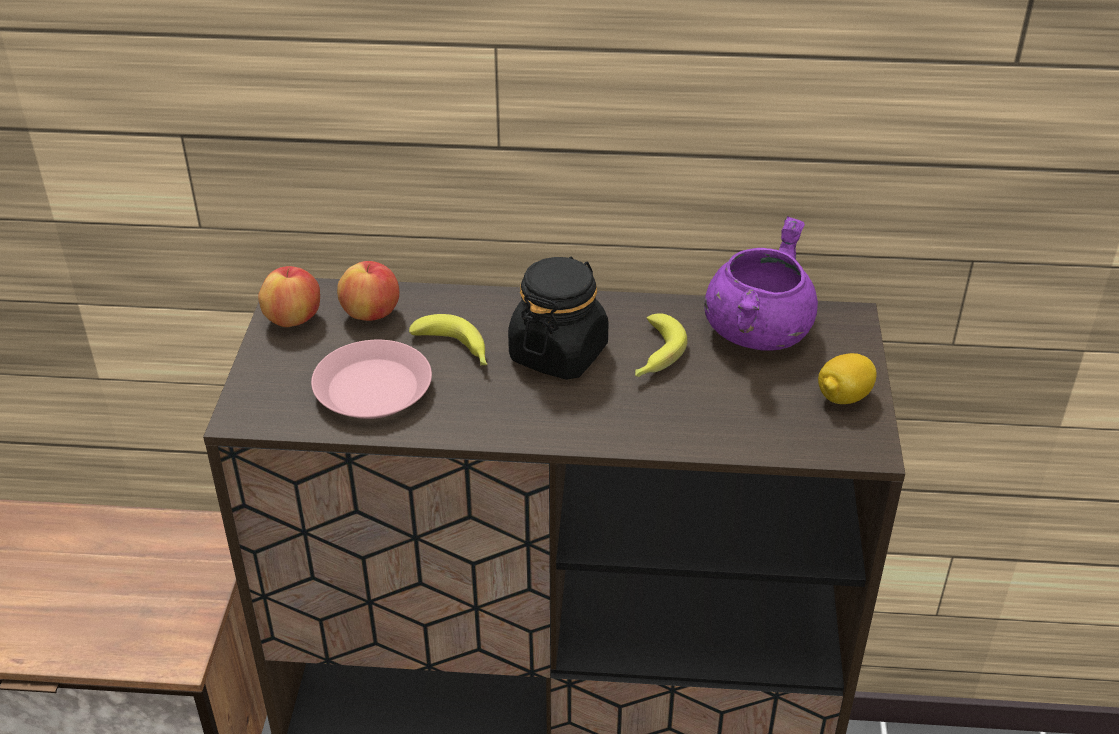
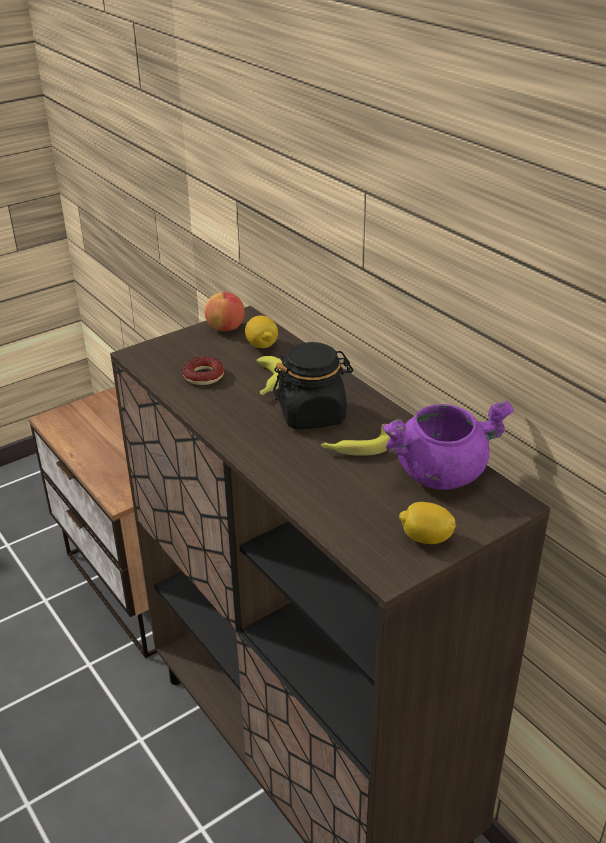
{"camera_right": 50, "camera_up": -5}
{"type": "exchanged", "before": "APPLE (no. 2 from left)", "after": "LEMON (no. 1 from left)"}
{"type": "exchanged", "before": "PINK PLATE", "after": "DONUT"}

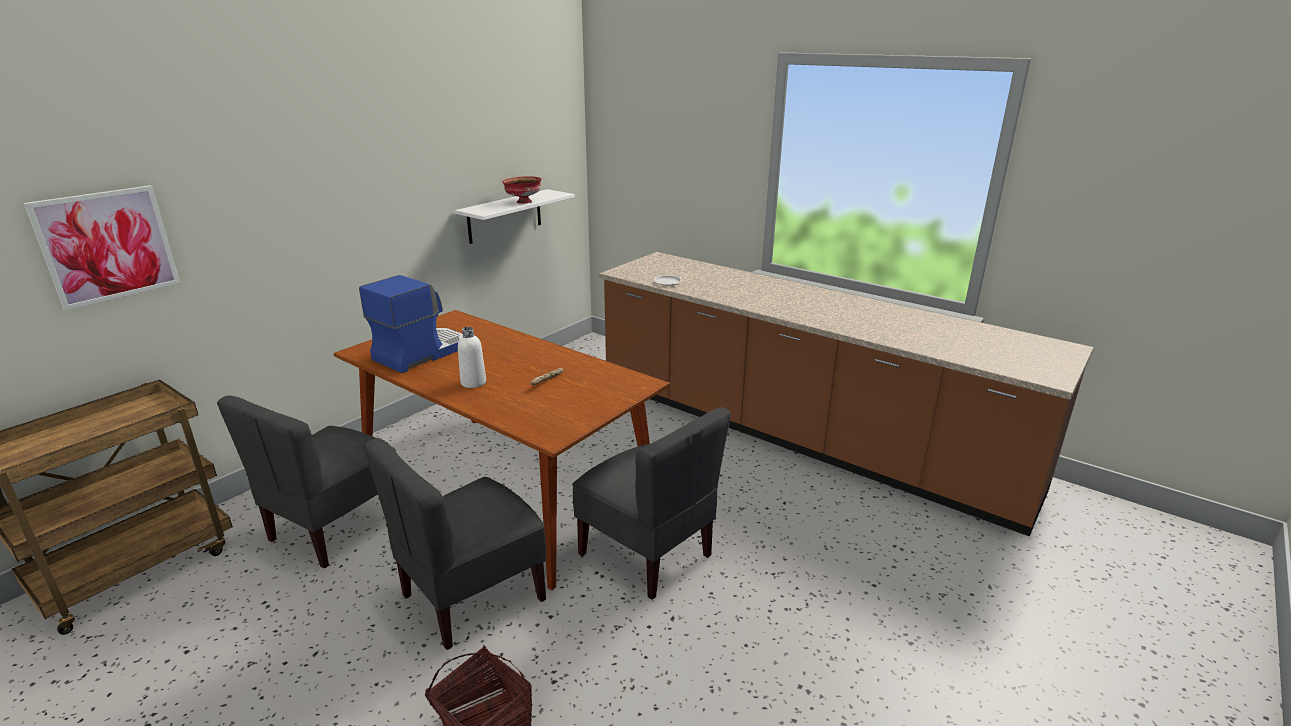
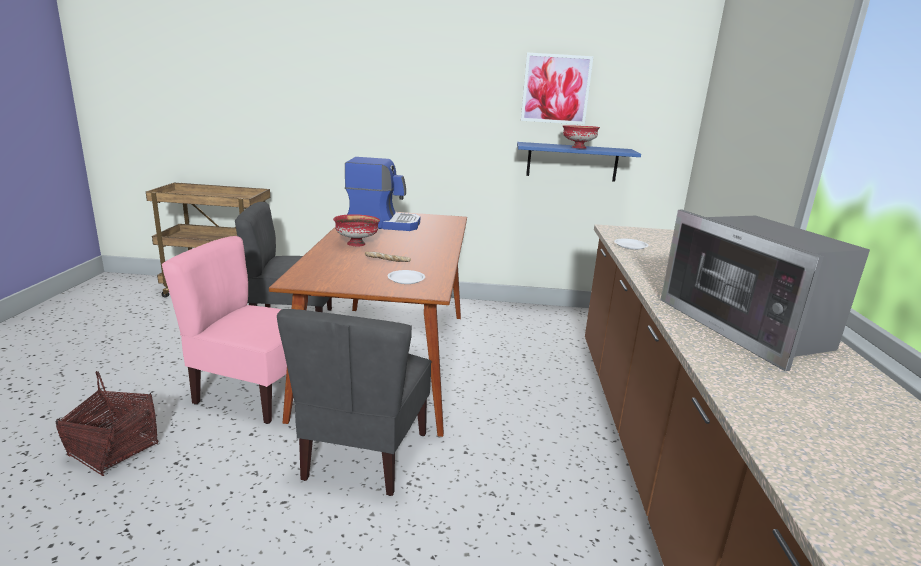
{"camera_right": 55, "camera_up": -5}
{"type": "relocated", "before": "PICTURE"}
{"type": "colour", "before": "WHITE SHELF", "after": "BLUE SHELF"}
{"type": "exchanged", "before": "WHITE BOTTLE", "after": "RED BOWL (no. 1 from left)"}
{"type": "colour", "before": "GREY CHAIR (no. 2 from left)", "after": "PINK CHAIR"}
{"type": "appeared", "after": "MICROWAVE"}
{"type": "appeared", "after": "WHITE PLATE (no. 1 from left)"}

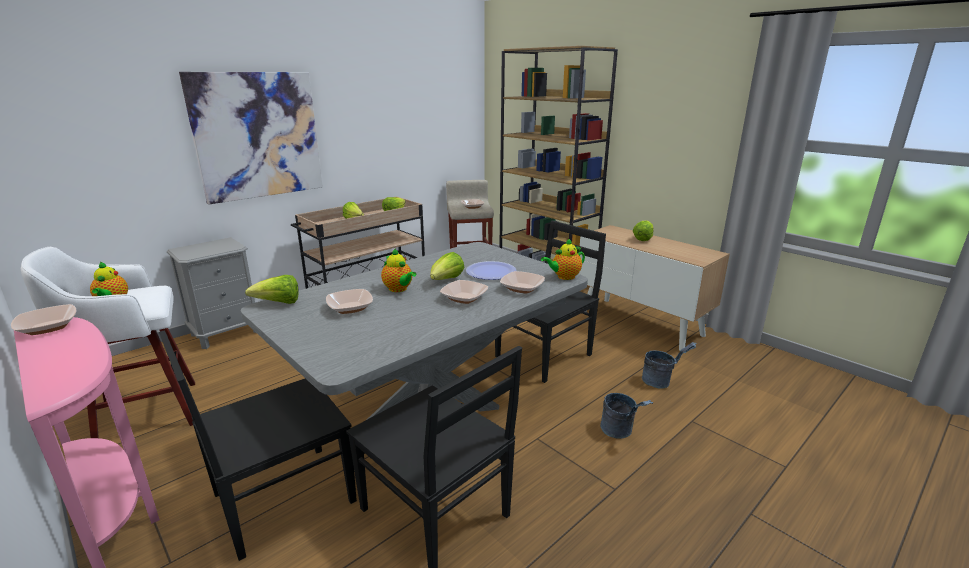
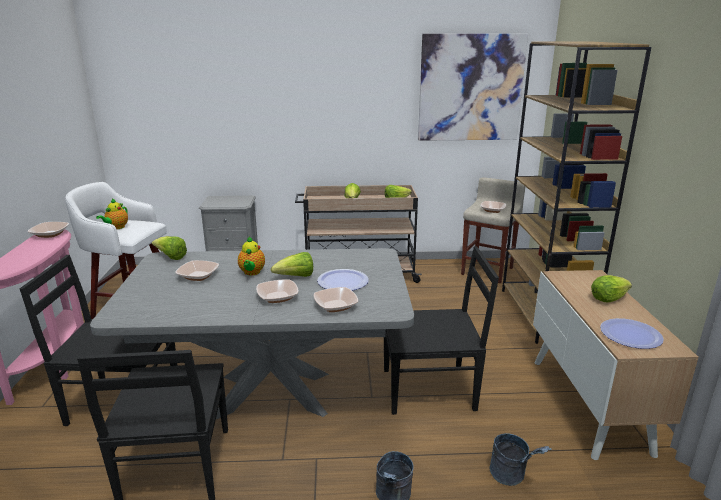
{"camera_right": 40, "camera_up": 0}
{"type": "relocated", "before": "PICTURE"}
{"type": "missing", "before": "TEAPOT (no. 3 from left)"}
{"type": "appeared", "after": "PLATE (no. 2 from left)"}

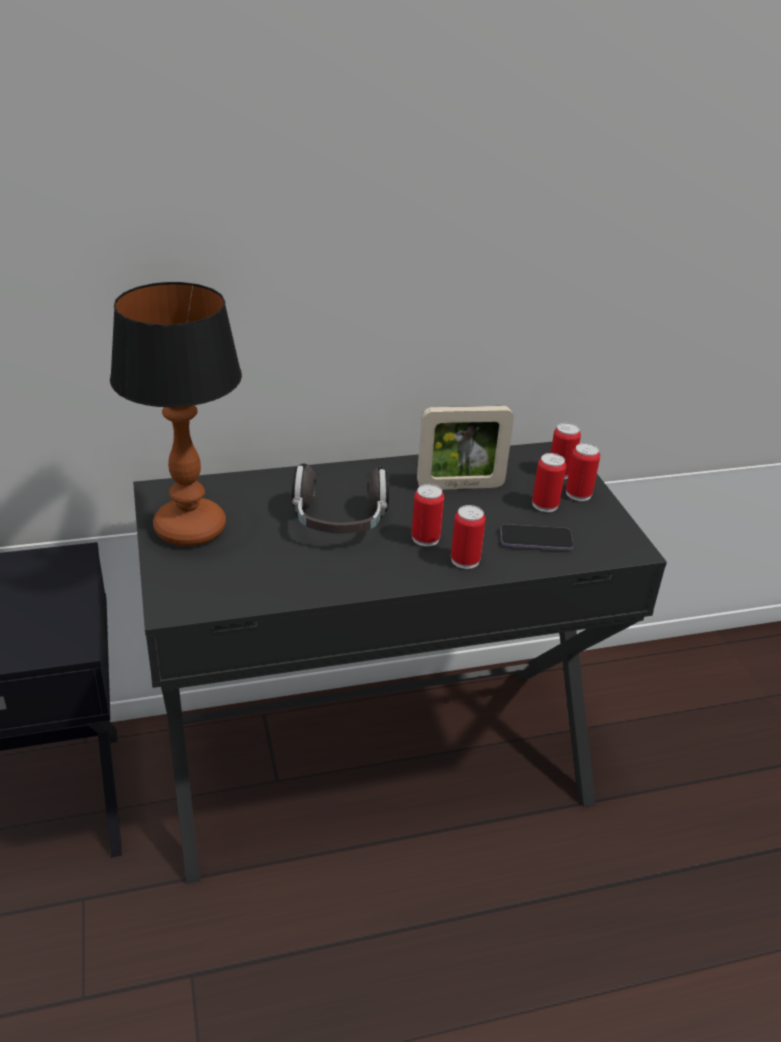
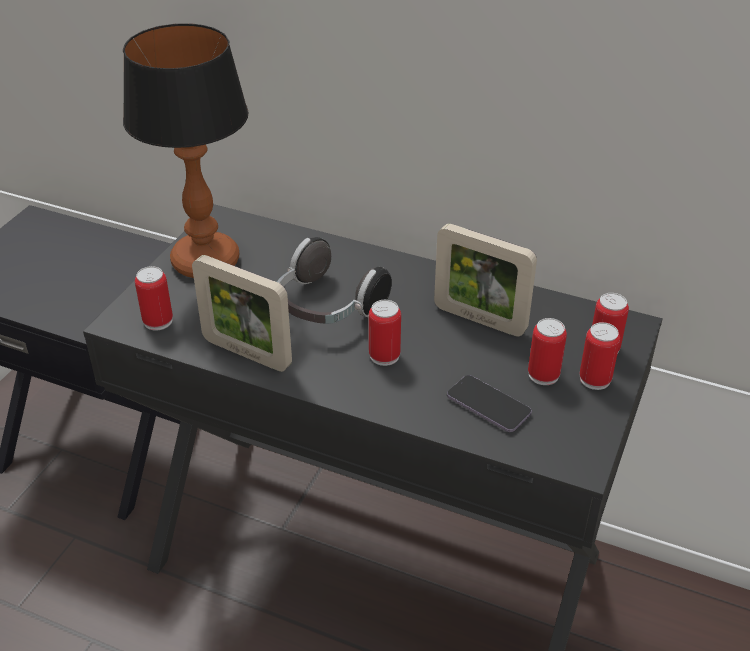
{"camera_right": 40, "camera_up": 5}
{"type": "relocated", "before": "CAN (no. 2 from left in the first image)", "after": "CAN (no. 1 from left)"}
{"type": "appeared", "after": "PICTURE FRAME (no. 1 from left)"}

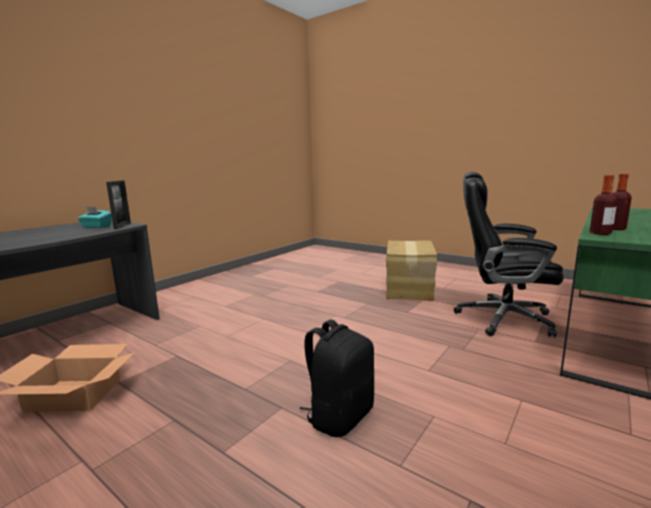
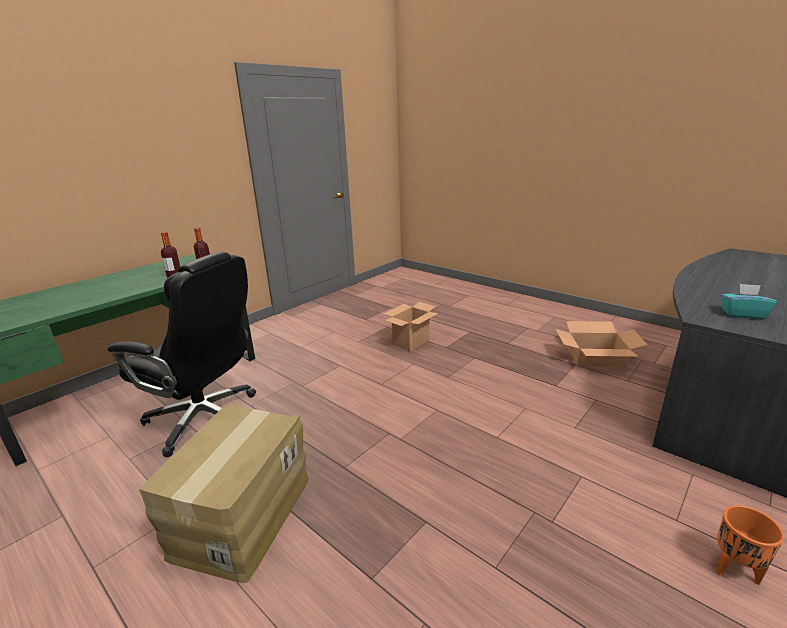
{"camera_right": -175, "camera_up": 10}
{"type": "missing", "before": "PICTURE FRAME"}
{"type": "exchanged", "before": "BLACK BACKPACK", "after": "CARDBOARD BOX (no. 2 from left)"}
{"type": "appeared", "after": "ORANGE PLANTER"}

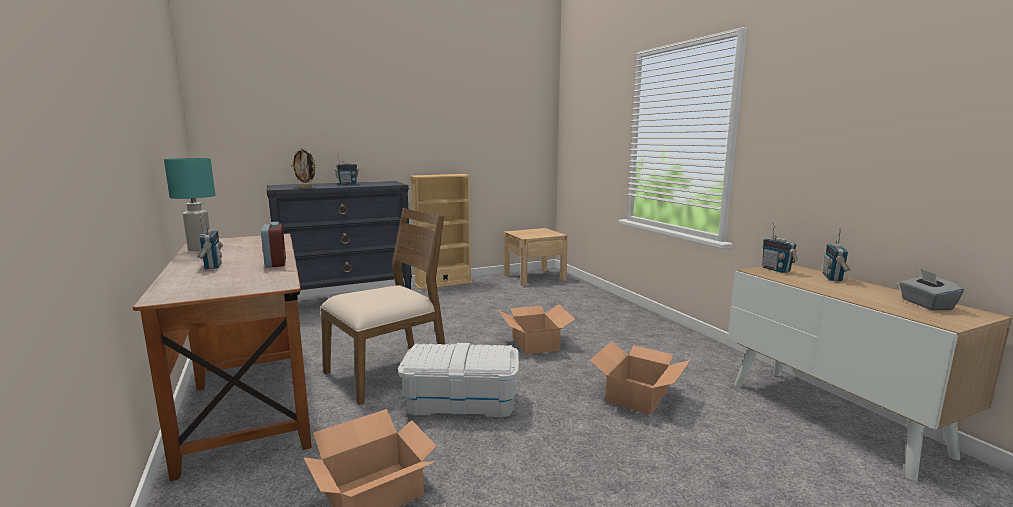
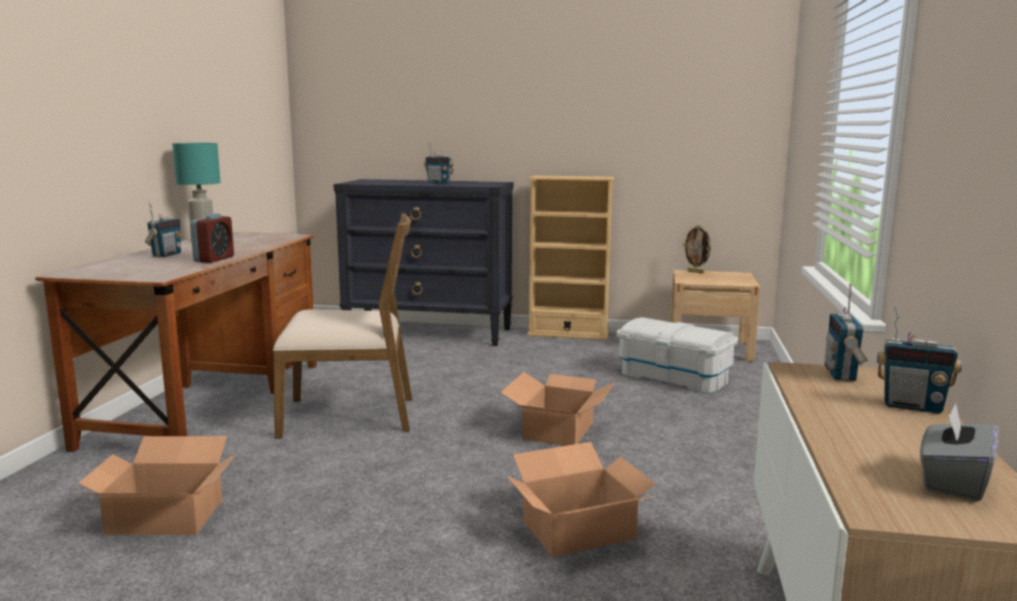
{"camera_right": 35, "camera_up": 0}
{"type": "relocated", "before": "PICTURE FRAME"}
{"type": "spun", "before": "RADIO (no. 4 from left)", "turn": -120}
{"type": "relocated", "before": "WHITE STORAGE BOX"}

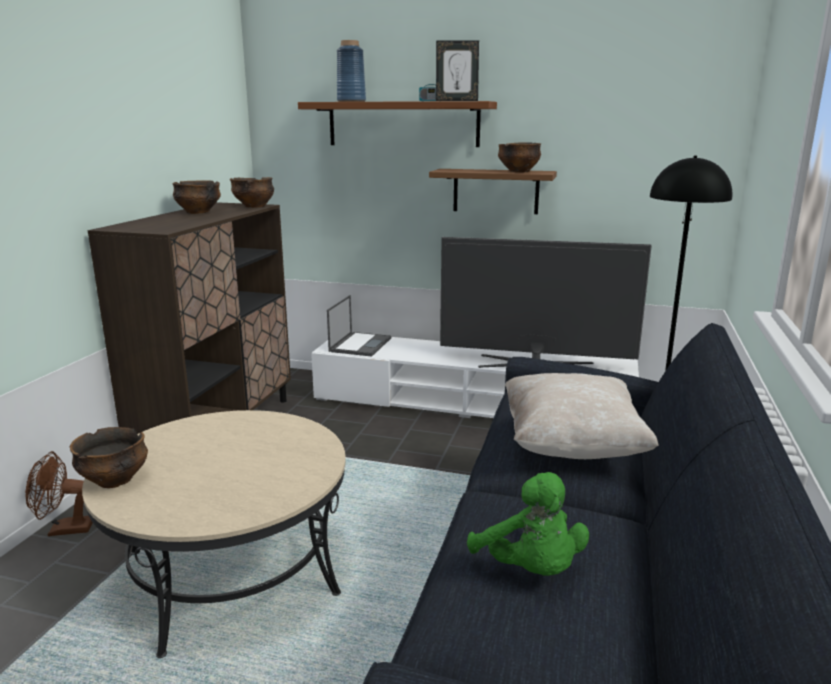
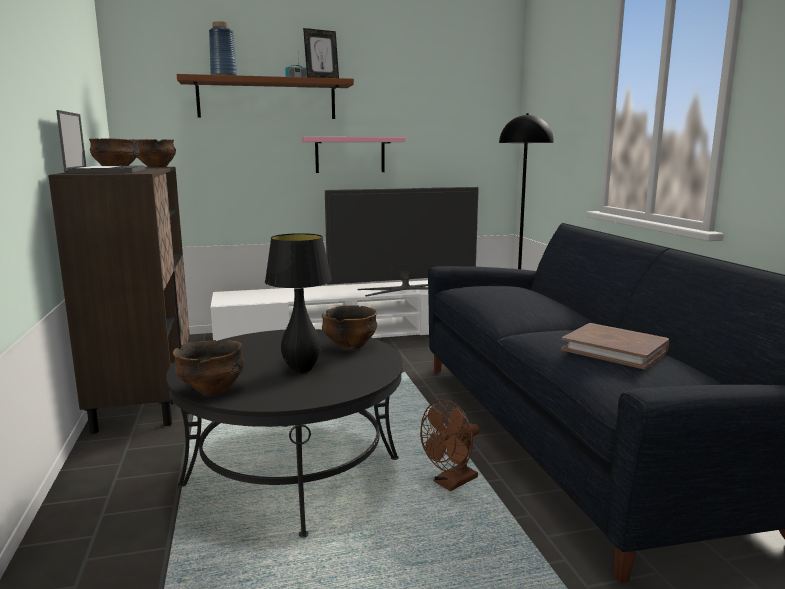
{"camera_right": -30, "camera_up": -5}
{"type": "relocated", "before": "BOWL (no. 4 from left)"}
{"type": "colour", "before": "BROWN SHELF (no. 2 from left)", "after": "PINK SHELF"}
{"type": "relocated", "before": "LAPTOP"}
{"type": "missing", "before": "BEIGE PILLOW"}
{"type": "colour", "before": "BEIGE COFFEE TABLE", "after": "BLACK COFFEE TABLE"}
{"type": "relocated", "before": "BROWN FAN"}
{"type": "exchanged", "before": "GREEN PLUSH TOY", "after": "BROWN BOOK"}
{"type": "appeared", "after": "BLACK TABLE LAMP"}

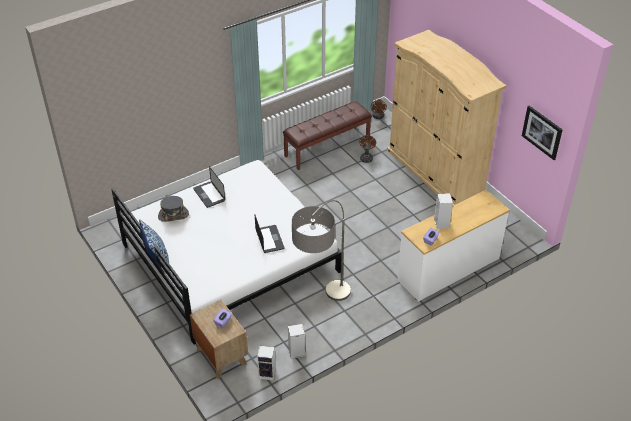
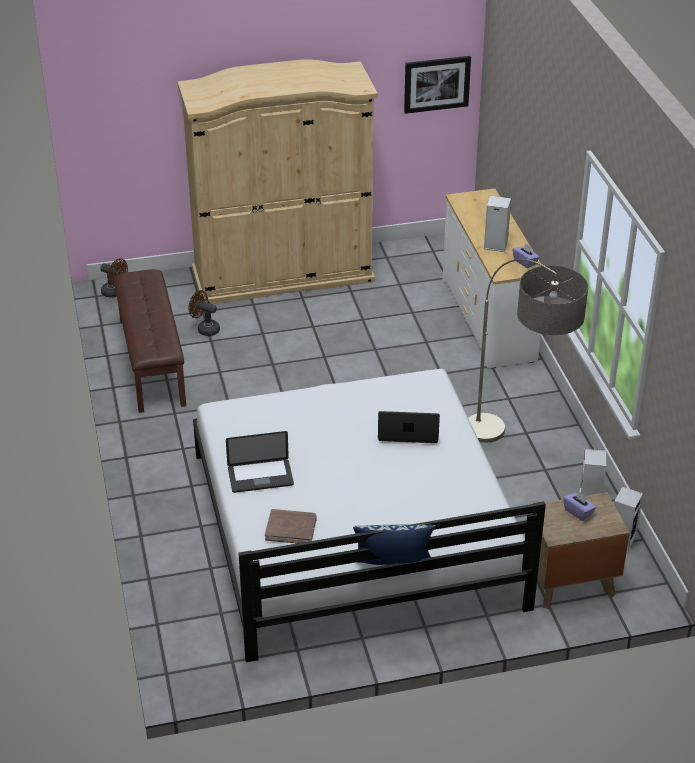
{"camera_right": -70, "camera_up": -5}
{"type": "exchanged", "before": "GREY HAT", "after": "BROWN BOOK"}

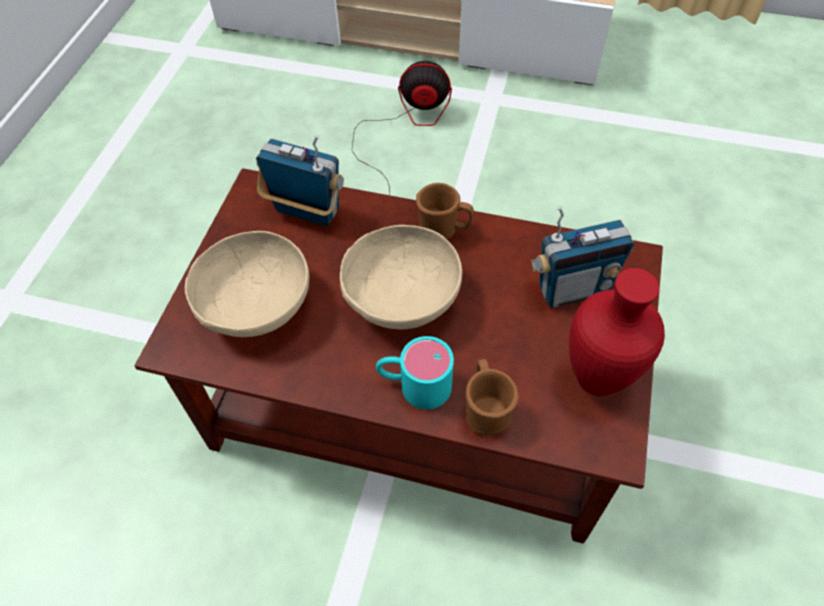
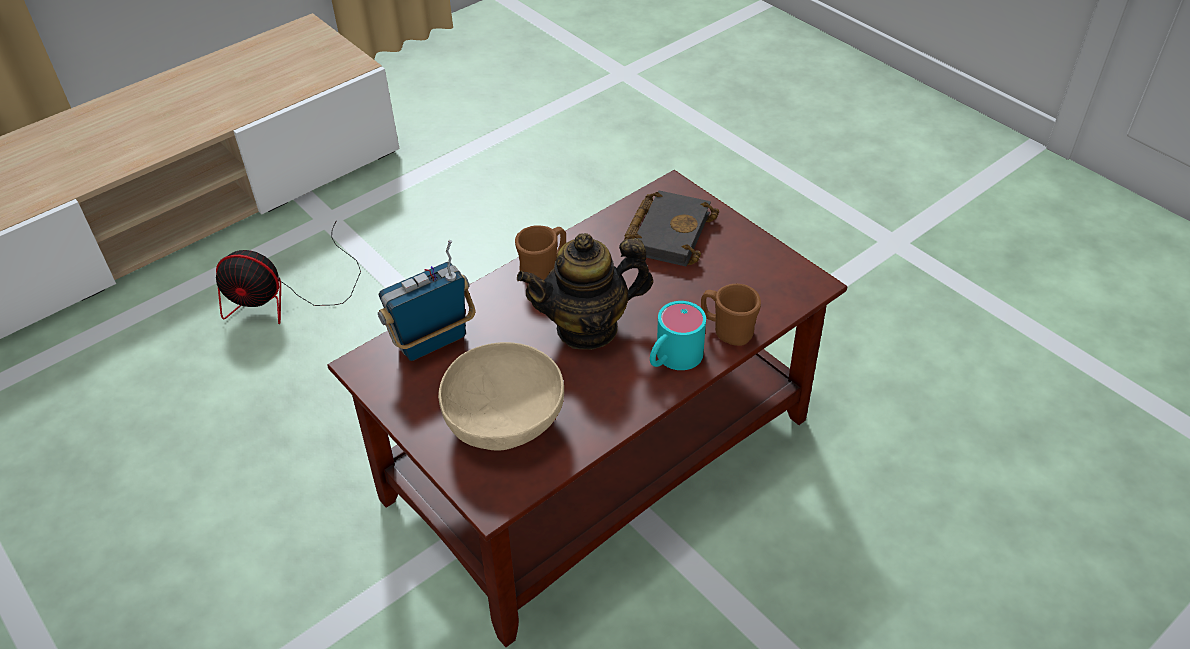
{"camera_right": -55, "camera_up": -10}
{"type": "spun", "before": "FAN", "turn": -120}
{"type": "exchanged", "before": "RADIO (no. 2 from left)", "after": "BLACK BOOK"}
{"type": "exchanged", "before": "BEIGE BOWL (no. 2 from left)", "after": "TEAPOT"}
{"type": "missing", "before": "RED VASE"}

